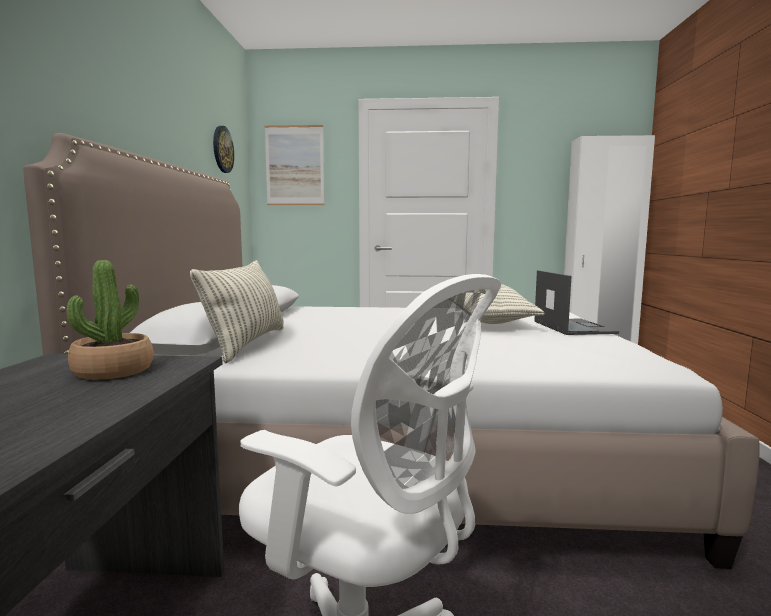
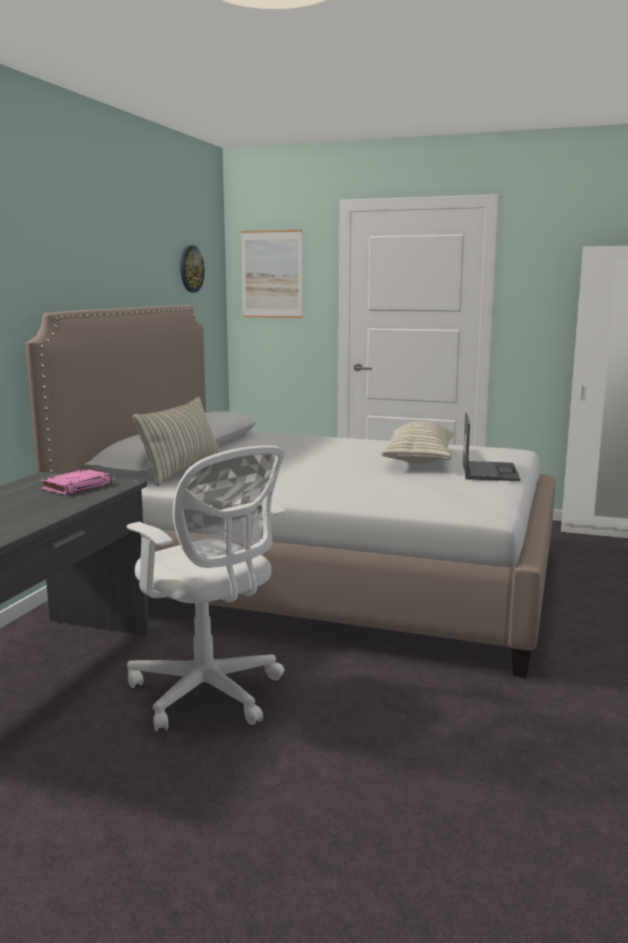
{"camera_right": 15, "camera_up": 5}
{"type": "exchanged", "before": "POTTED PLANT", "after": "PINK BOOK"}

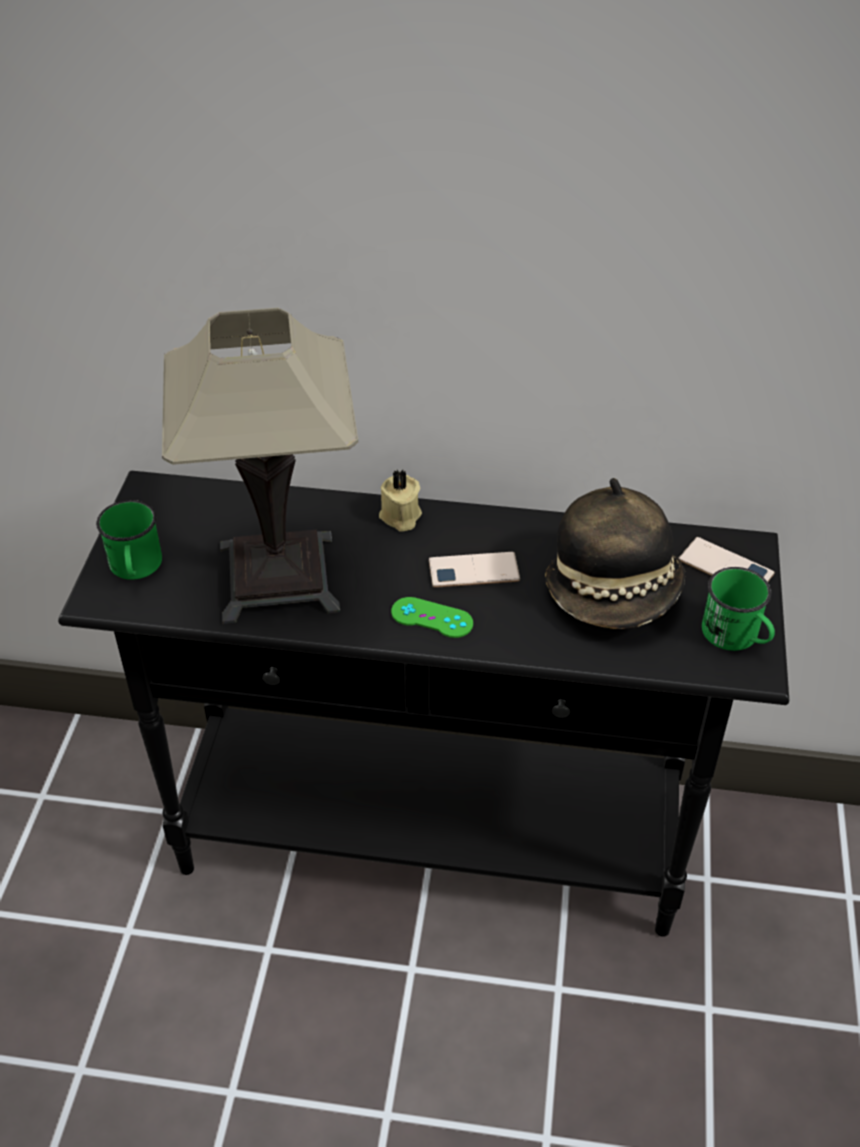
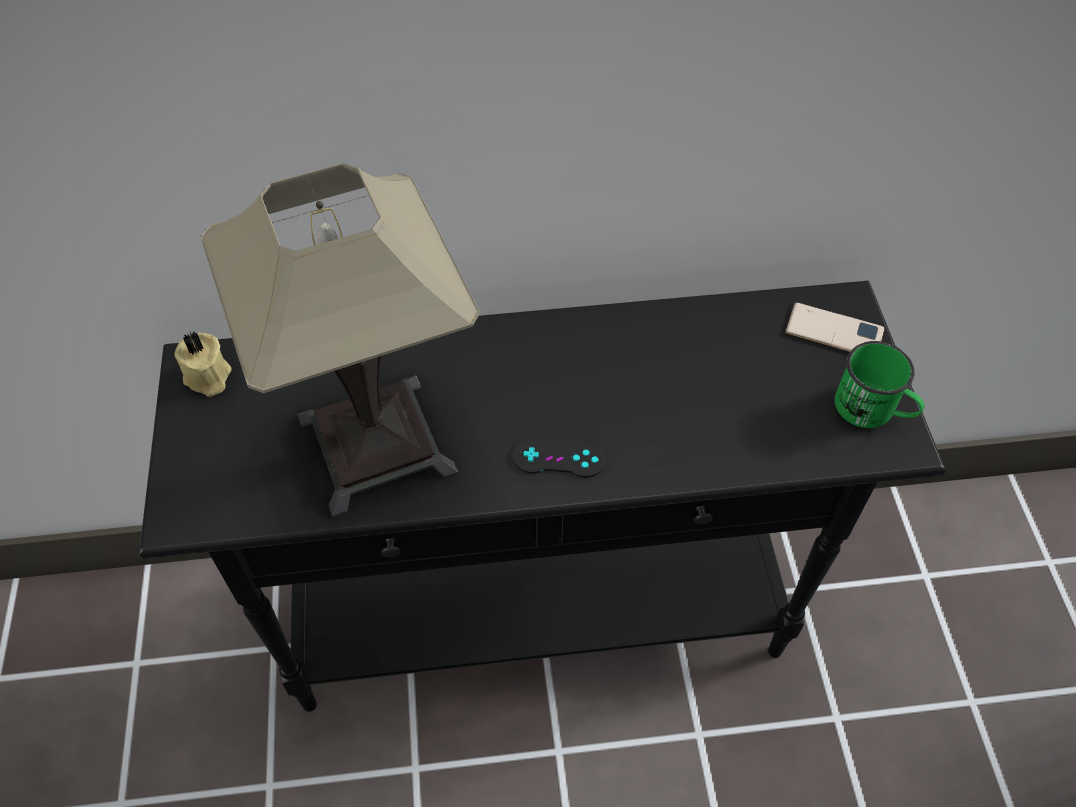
{"camera_right": -15, "camera_up": 10}
{"type": "relocated", "before": "BEIGE CANDLE"}
{"type": "missing", "before": "HAT"}
{"type": "missing", "before": "GREEN MUG (no. 1 from left)"}
{"type": "missing", "before": "PHONE (no. 1 from left)"}
{"type": "colour", "before": "GREEN GAME CONTROLLER", "after": "BLACK GAME CONTROLLER"}

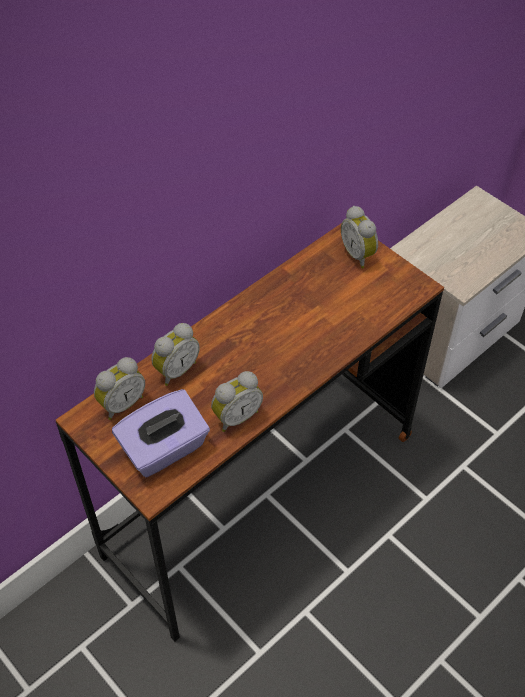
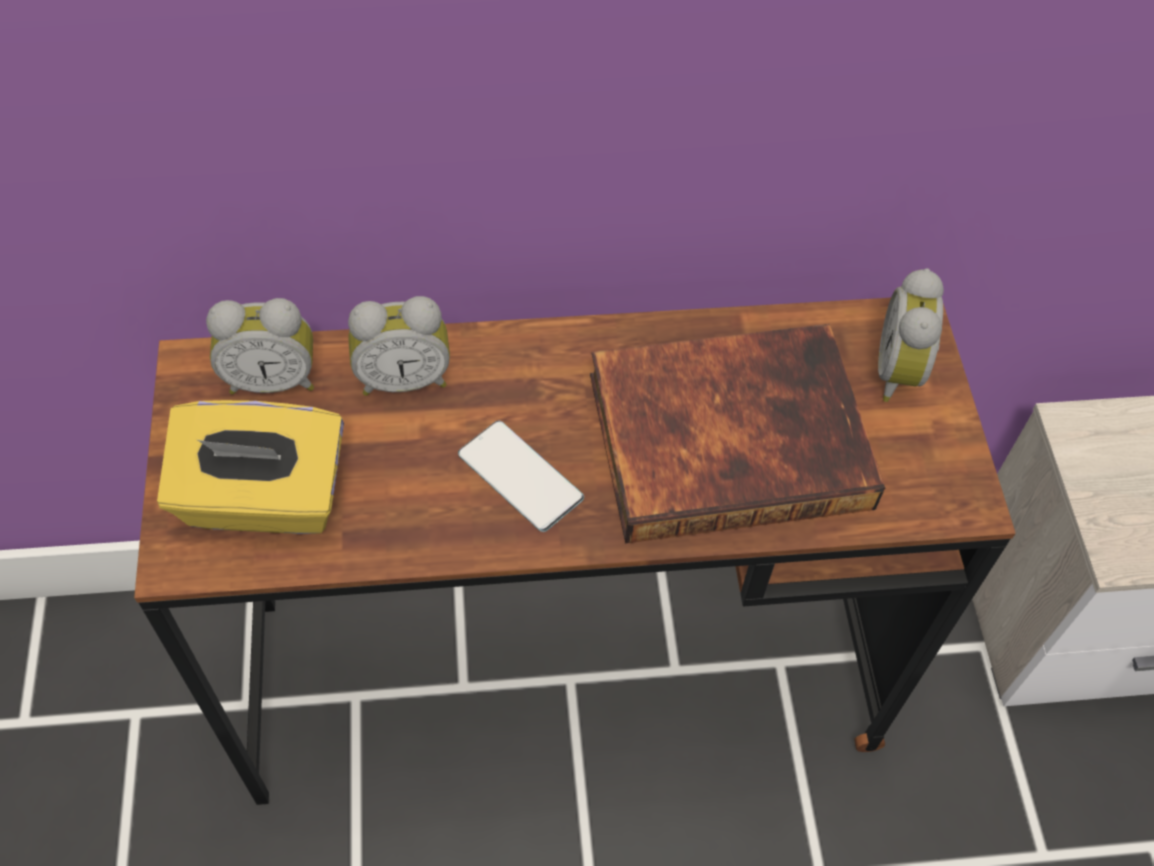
{"camera_right": 35, "camera_up": 5}
{"type": "missing", "before": "ALARM CLOCK (no. 3 from left)"}
{"type": "colour", "before": "PURPLE TISSUE BOX", "after": "YELLOW TISSUE BOX"}
{"type": "appeared", "after": "BOOK"}
{"type": "appeared", "after": "PHONE"}

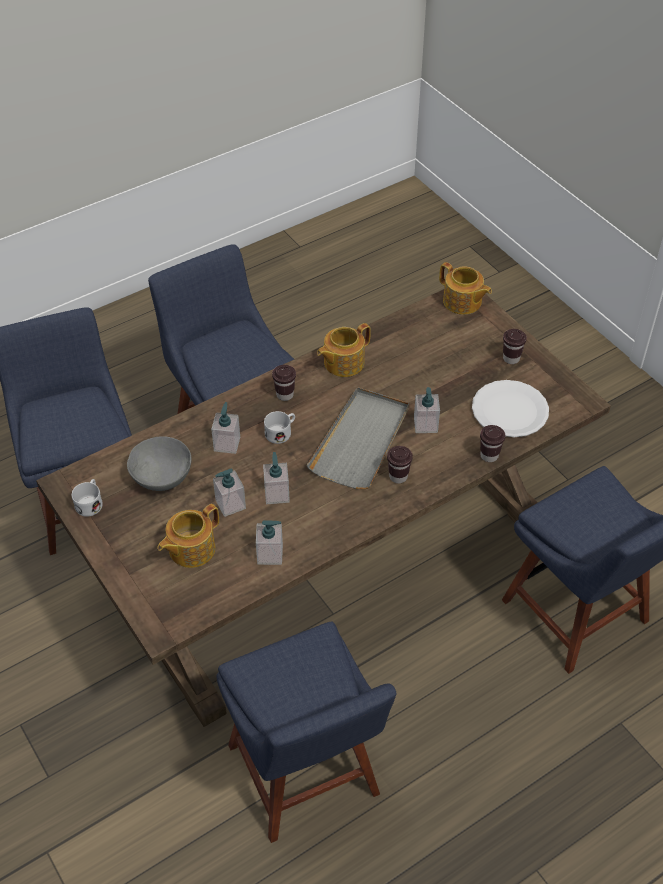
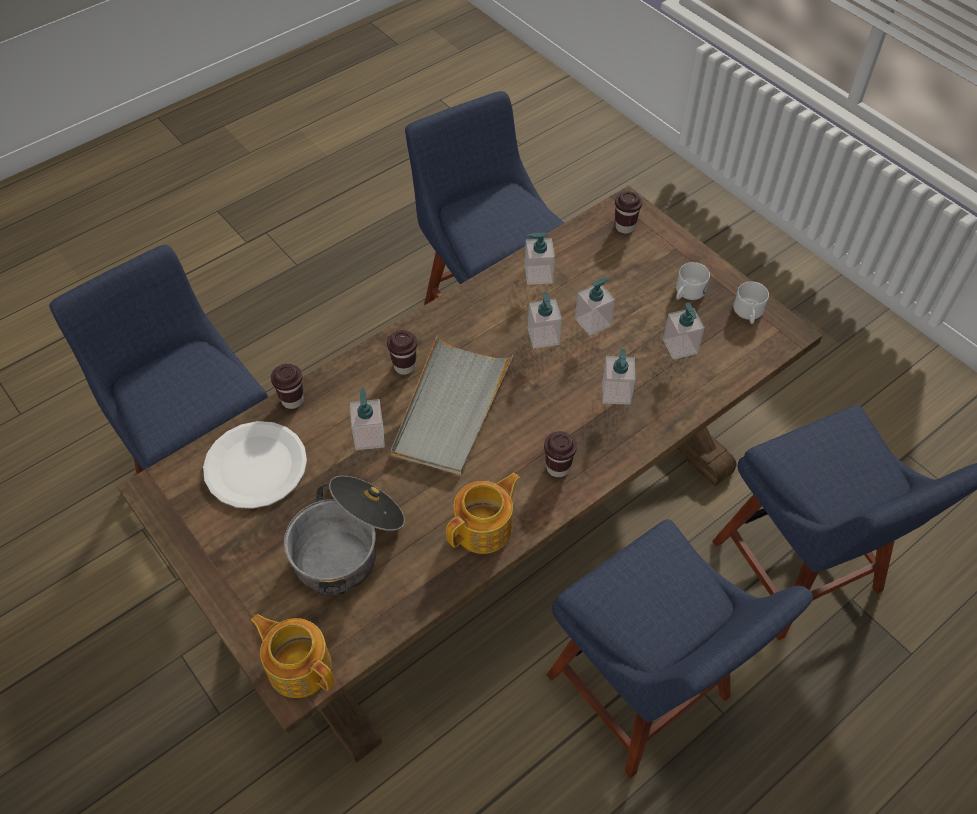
{"camera_right": 175, "camera_up": 5}
{"type": "relocated", "before": "BROWN CUP (no. 4 from left)"}
{"type": "relocated", "before": "WHITE MUG (no. 2 from left in the first image)", "after": "WHITE MUG (no. 1 from left)"}
{"type": "exchanged", "before": "GREY BOWL", "after": "SOAP DISPENSER (no. 6 from left)"}
{"type": "missing", "before": "TEAPOT (no. 1 from left)"}
{"type": "appeared", "after": "COOKING POT"}

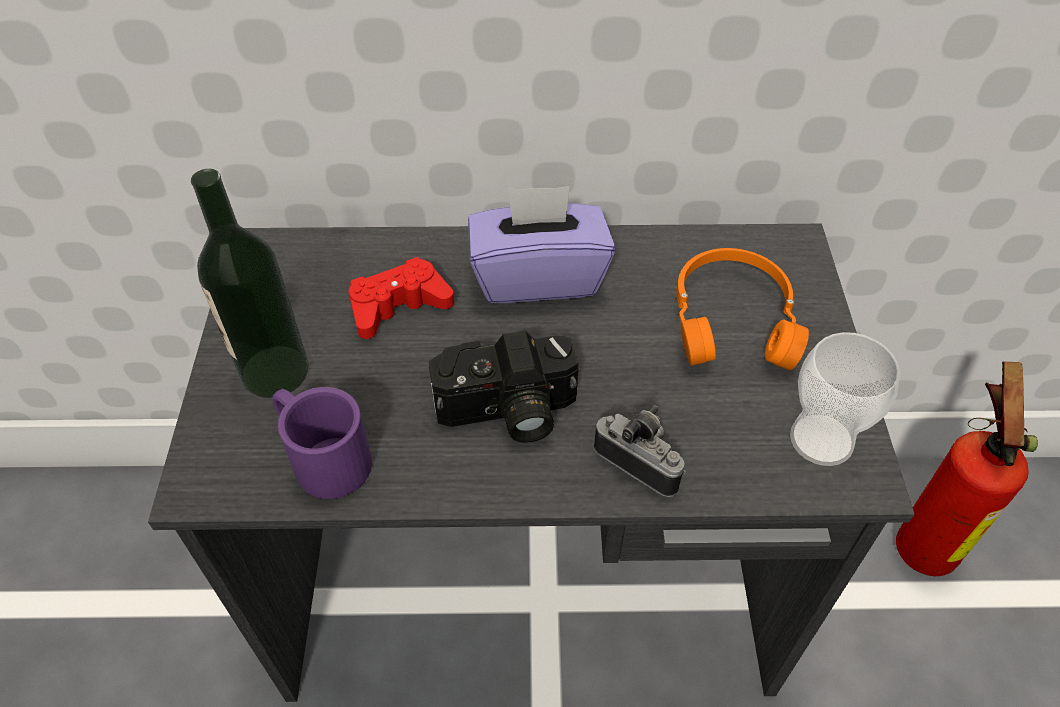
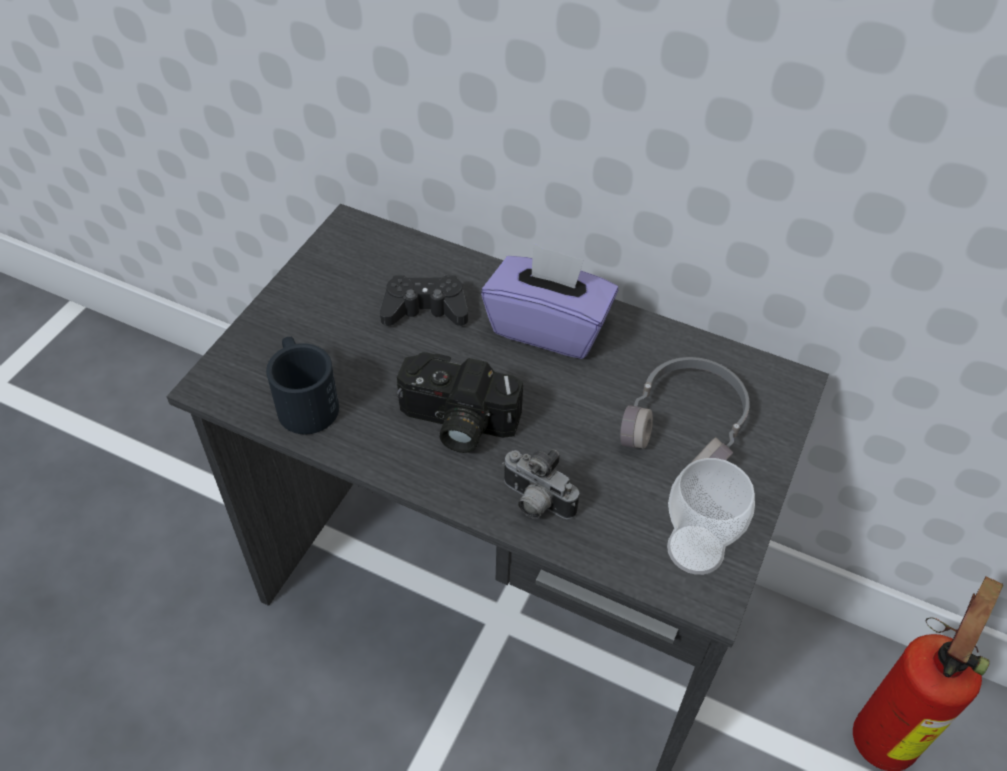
{"camera_right": 25, "camera_up": 0}
{"type": "missing", "before": "BOTTLE"}
{"type": "colour", "before": "ORANGE HEADPHONES", "after": "GREY HEADPHONES"}
{"type": "colour", "before": "RED GAME CONTROLLER", "after": "BLACK GAME CONTROLLER"}
{"type": "colour", "before": "PURPLE MUG", "after": "BLACK MUG"}
{"type": "spun", "before": "PHOTO CAMERA (no. 2 from left)", "turn": 150}

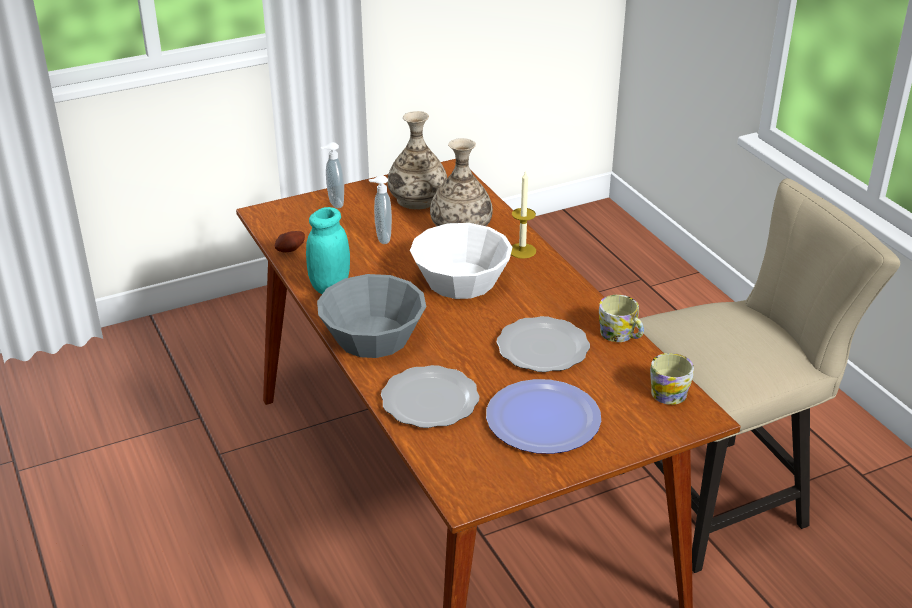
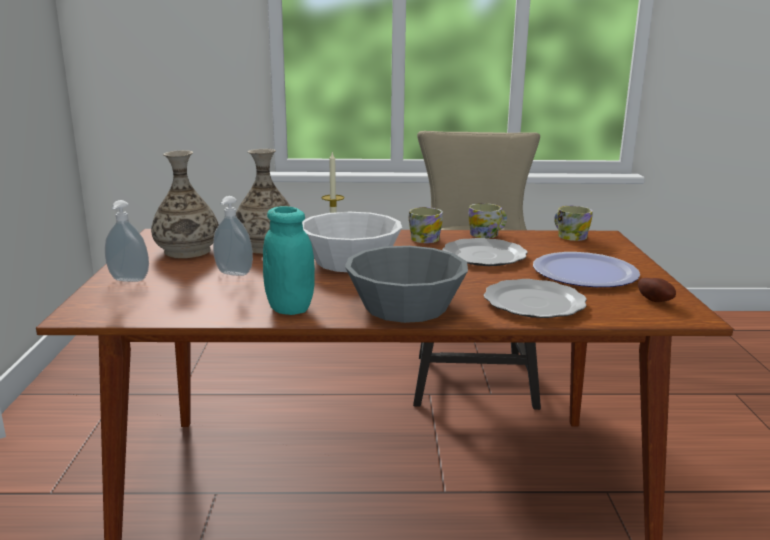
{"camera_right": -65, "camera_up": -15}
{"type": "relocated", "before": "POTATO"}
{"type": "appeared", "after": "MUG (no. 1 from left)"}

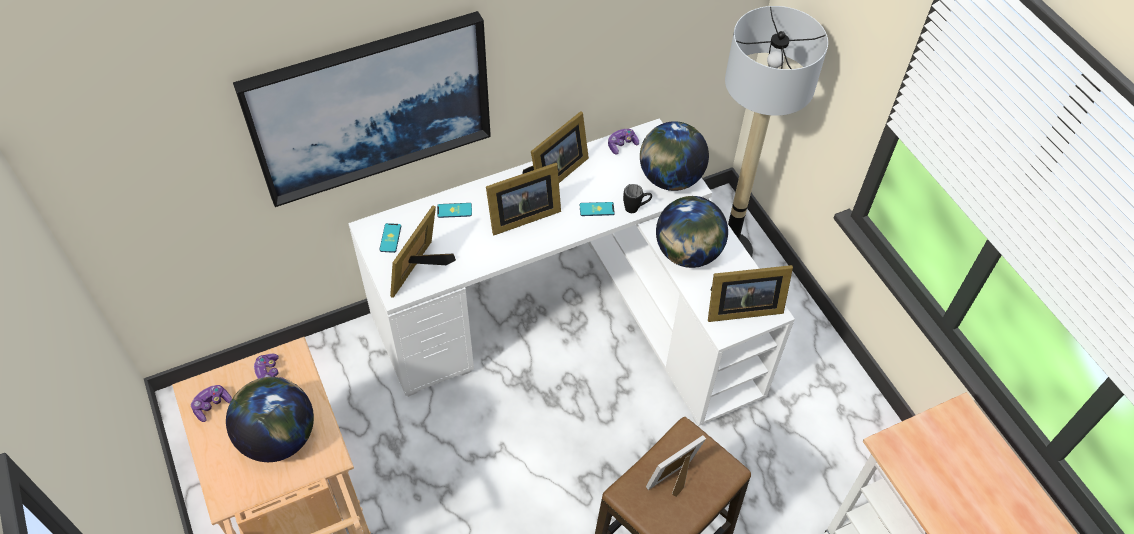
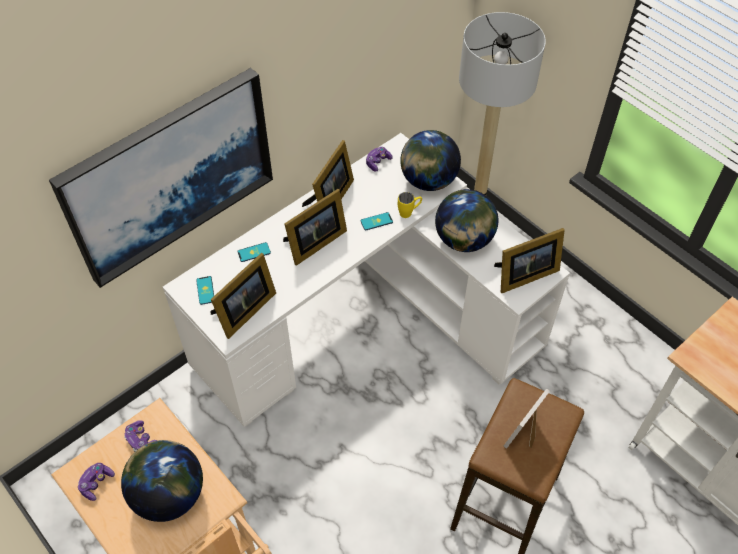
{"camera_right": -15, "camera_up": 0}
{"type": "colour", "before": "BLACK MUG", "after": "YELLOW MUG"}
{"type": "spun", "before": "PICTURE FRAME (no. 1 from left)", "turn": -150}

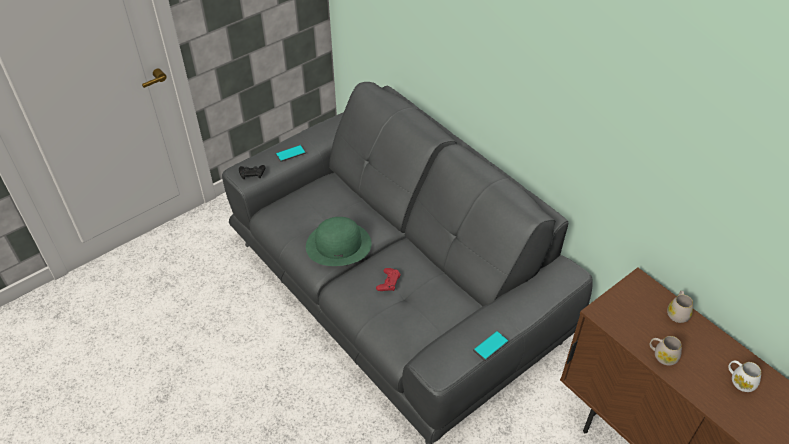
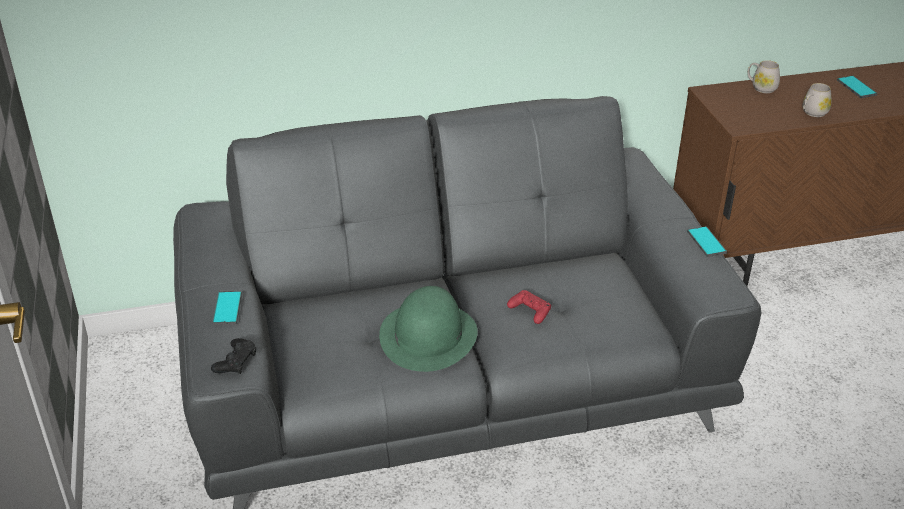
{"camera_right": -65, "camera_up": -10}
{"type": "exchanged", "before": "WHITE MUG (no. 3 from left)", "after": "PHONE (no. 3 from left)"}

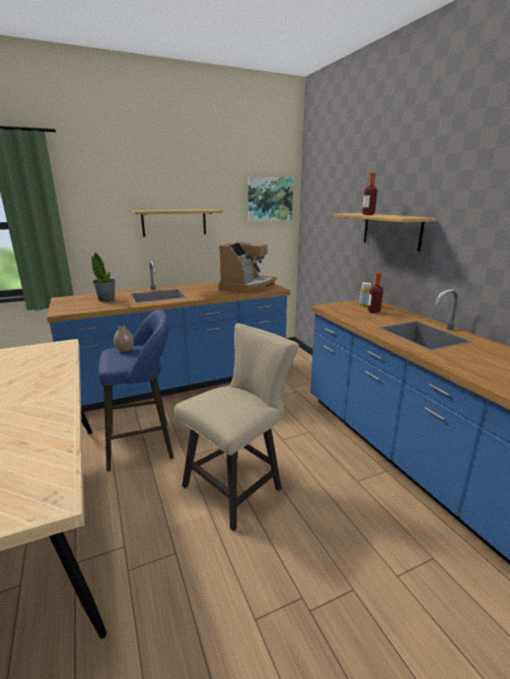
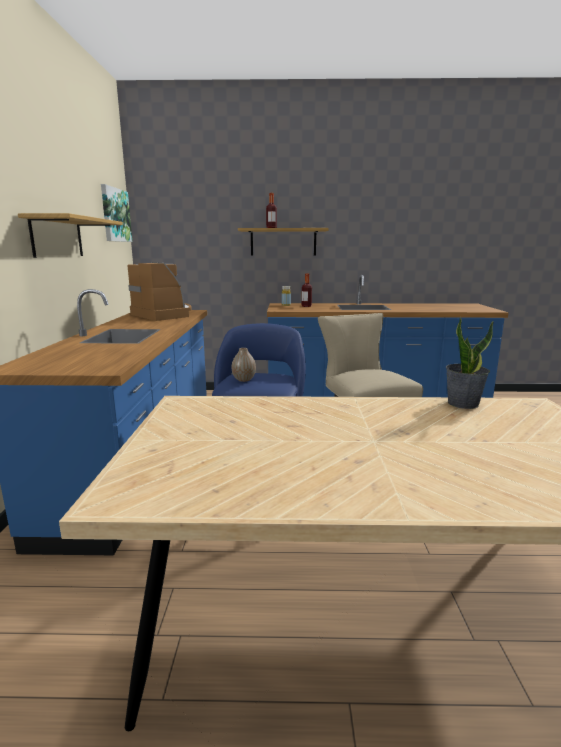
{"camera_right": -65, "camera_up": -5}
{"type": "relocated", "before": "POTTED PLANT"}

